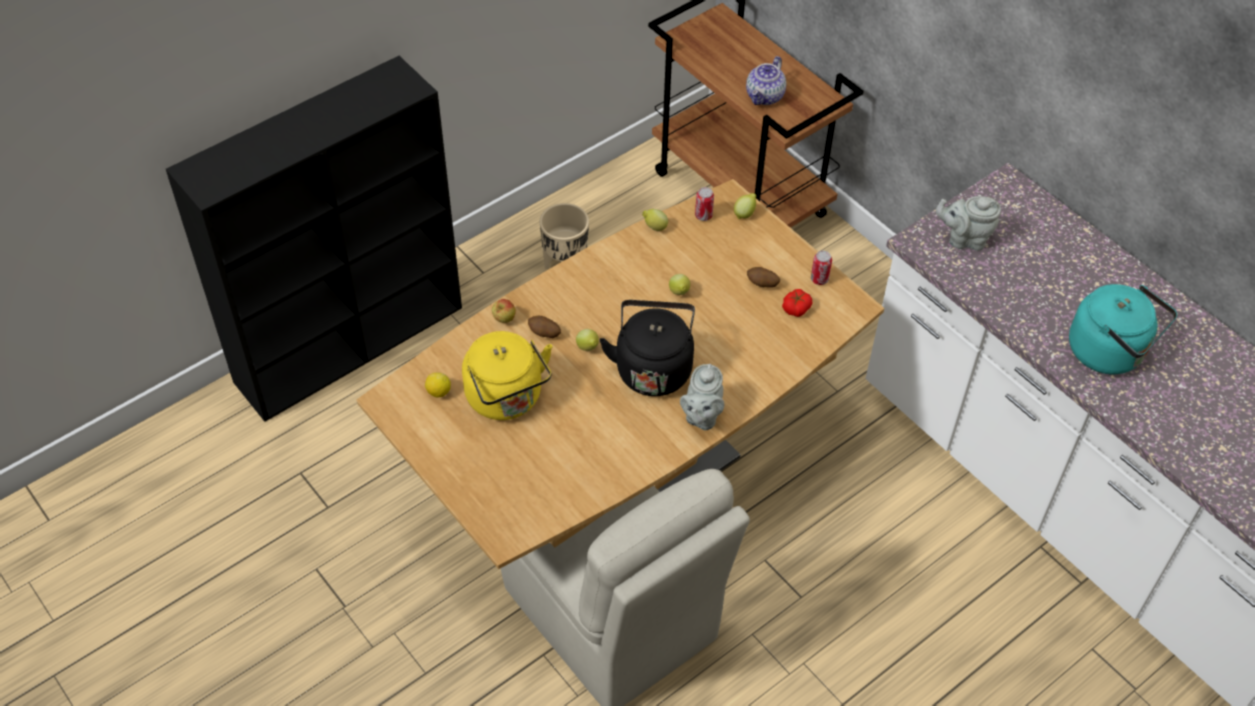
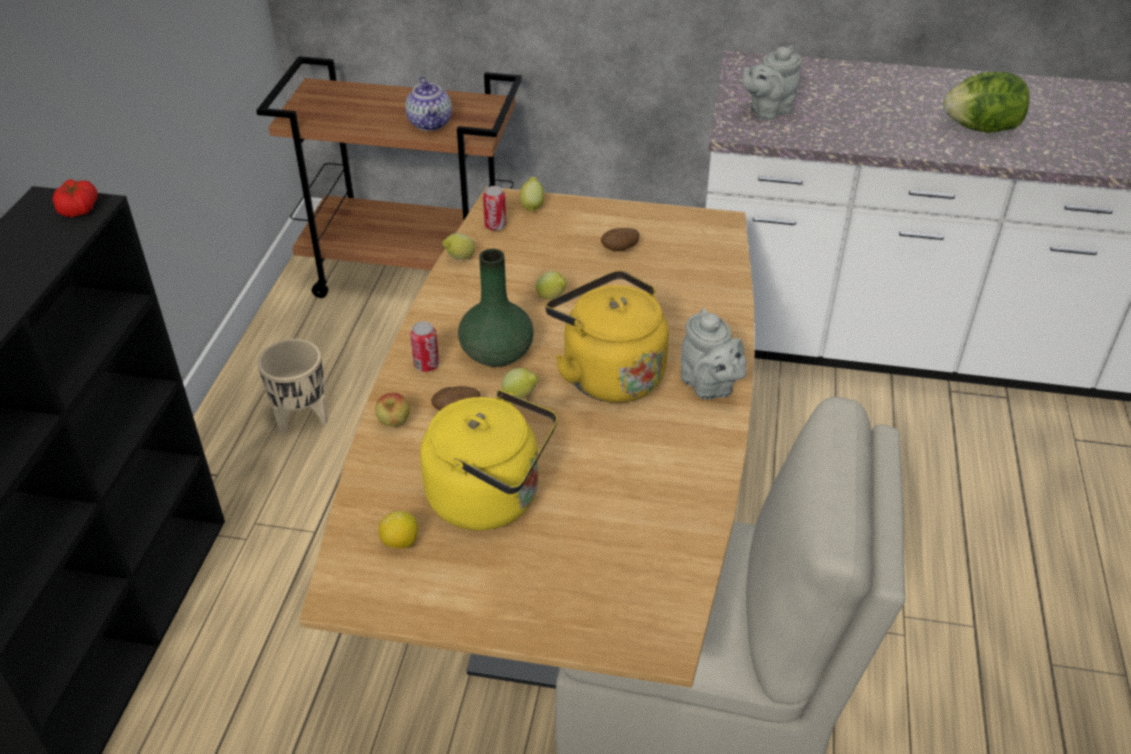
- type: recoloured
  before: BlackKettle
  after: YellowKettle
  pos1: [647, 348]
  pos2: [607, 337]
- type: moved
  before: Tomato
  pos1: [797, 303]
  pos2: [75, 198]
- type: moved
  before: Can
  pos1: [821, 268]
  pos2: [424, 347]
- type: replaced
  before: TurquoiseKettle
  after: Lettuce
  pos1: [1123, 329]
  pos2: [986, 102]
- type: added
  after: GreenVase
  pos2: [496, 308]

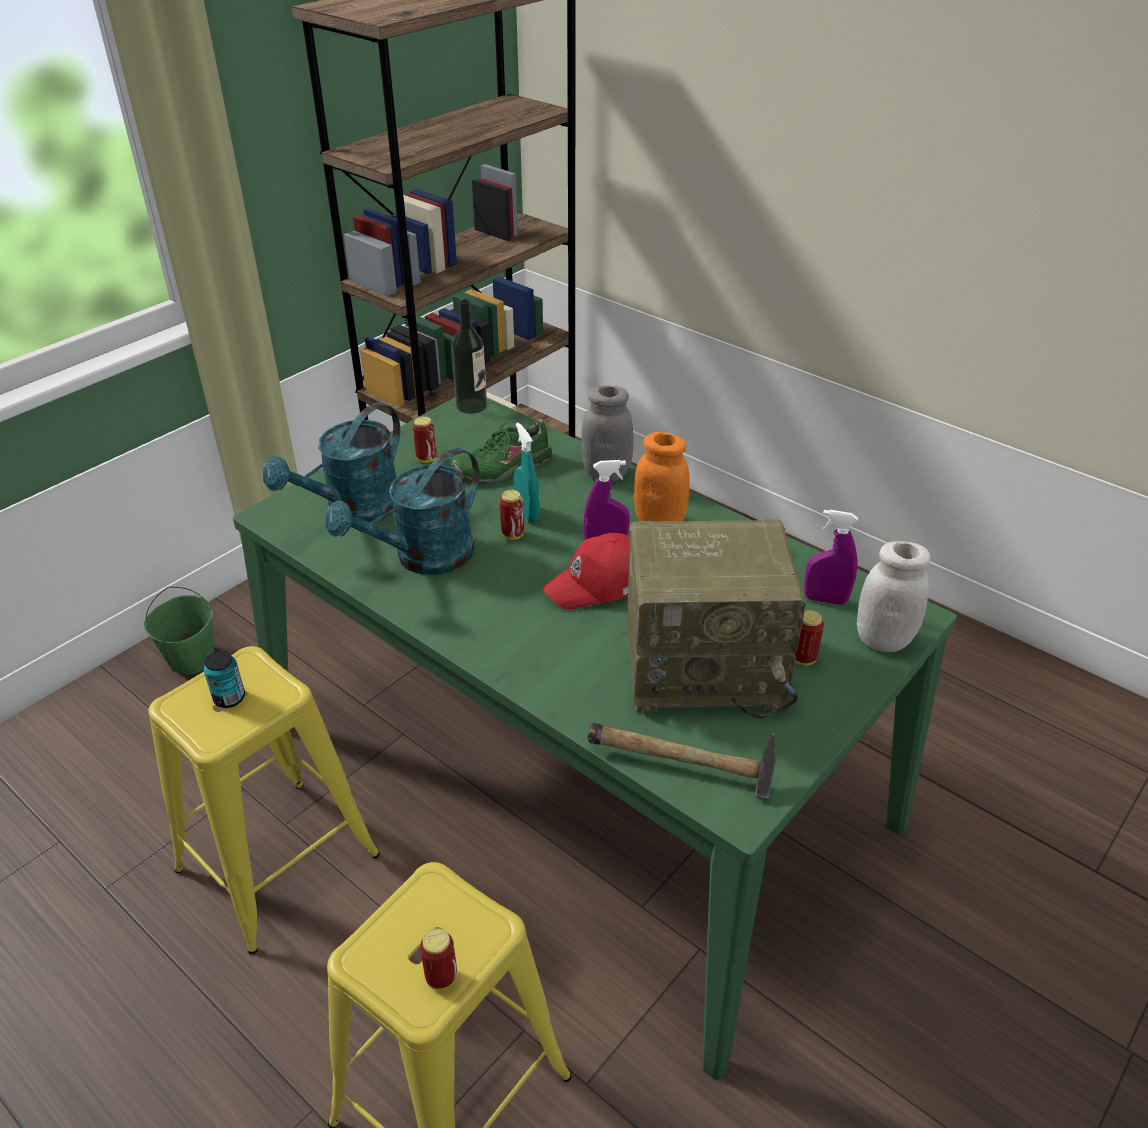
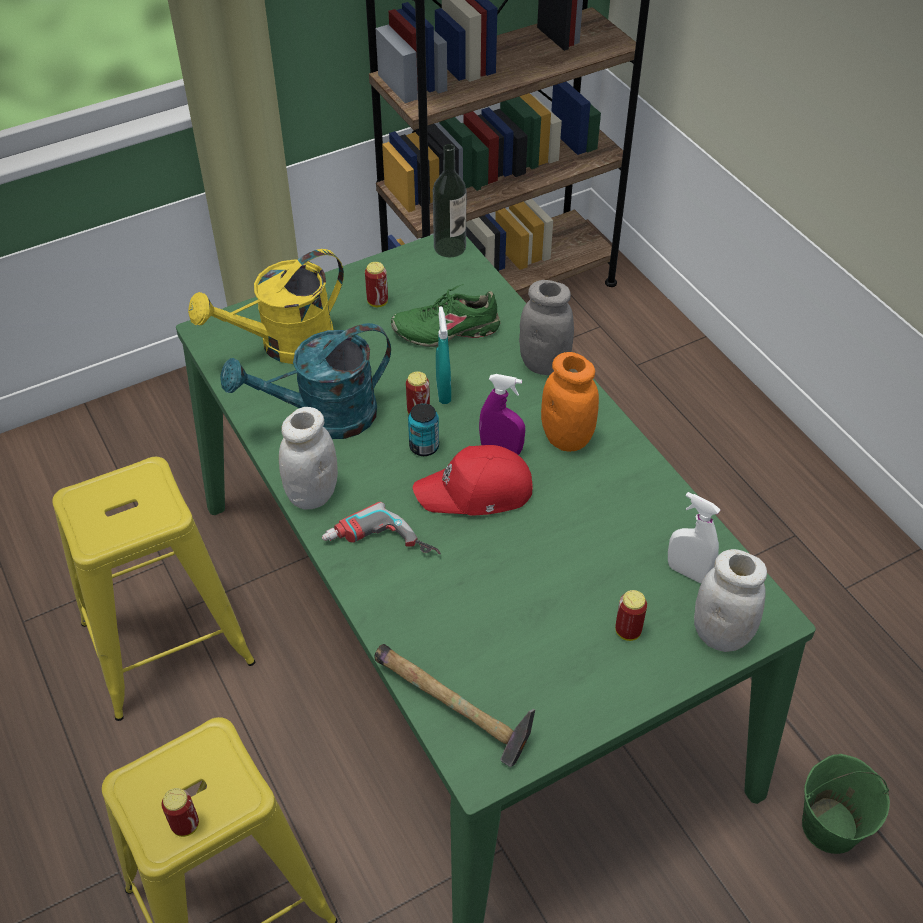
- type: moved
  before: GreenBucket
  pos1: [179, 630]
  pos2: [846, 804]
- type: moved
  before: Can
  pos1: [224, 679]
  pos2: [423, 429]
- type: recoloured
  before: TurquoiseWateringCan
  after: YellowWateringCan
  pos1: [331, 462]
  pos2: [266, 306]
- type: removed
  before: Radio
  pos1: [716, 618]
- type: recoloured
  before: PurpleSprayBottle
  after: WhiteSprayBottle
  pos1: [831, 557]
  pos2: [694, 537]
- type: added
  after: WhiteJar
  pos2: [308, 458]
- type: added
  after: PowerDrill
  pos2: [381, 528]

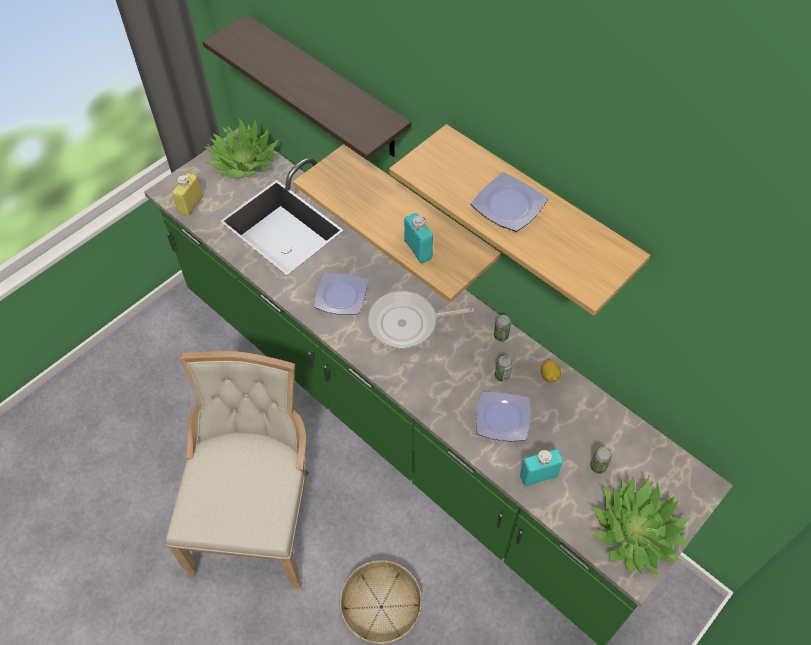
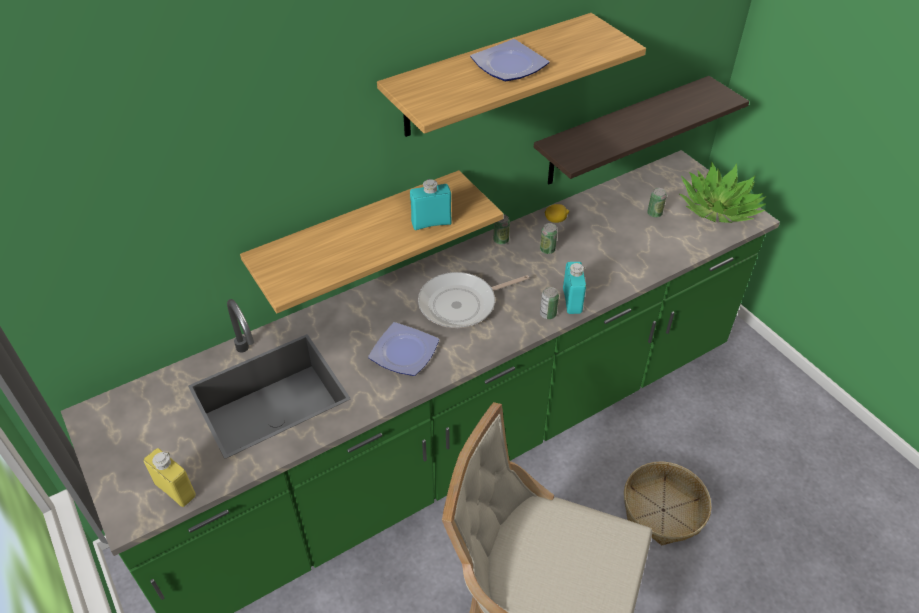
- type: moved
  before: Shelf
  pos1: [307, 87]
  pos2: [641, 130]
- type: removed
  before: PottedPlant
  pos1: [241, 148]
- type: turned
  before: FryingPan
  pos1: [420, 319]
  pos2: [473, 300]
  turn: 60
- type: removed
  before: Plate
  pos1: [503, 416]
- type: moved
  before: TurquoiseBottle
  pos1: [541, 468]
  pos2: [574, 288]
- type: added
  after: Can
  pos2: [549, 303]

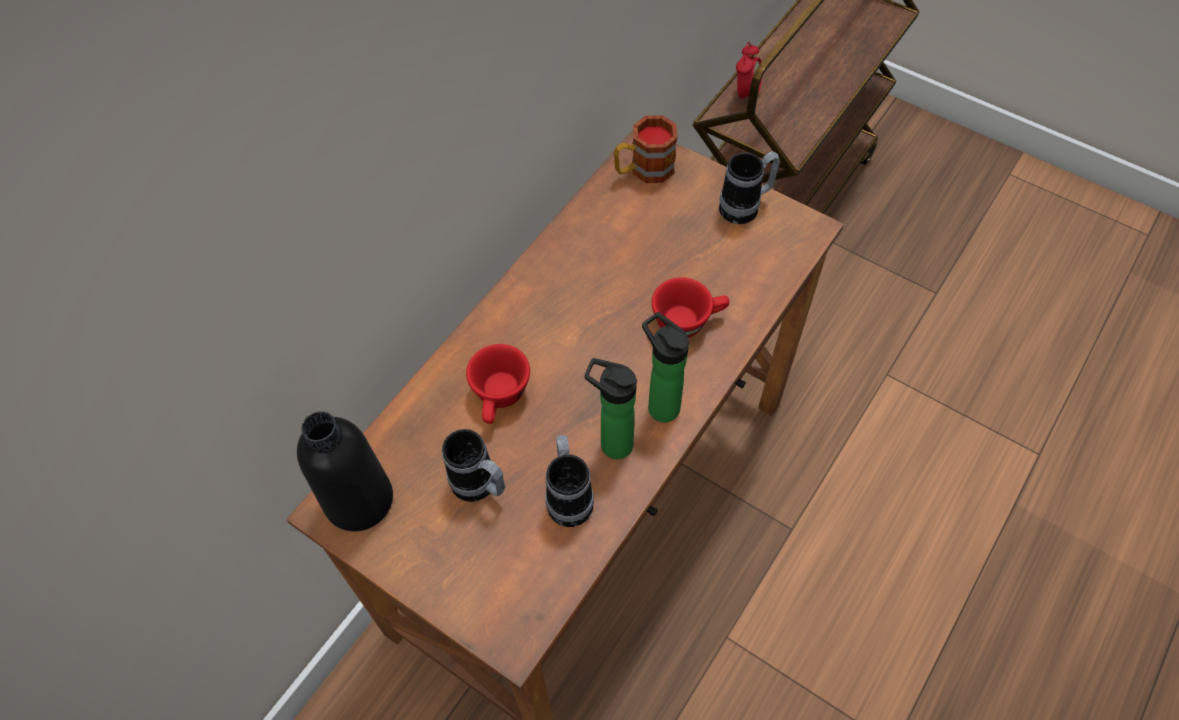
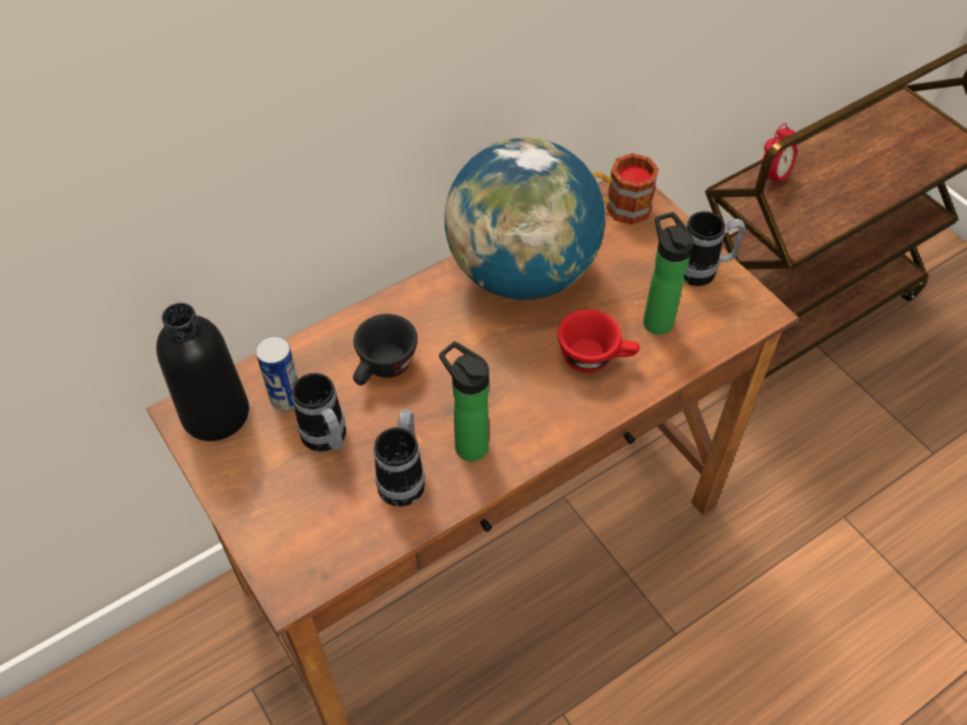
- type: recoloured
  before: RedCup
  after: BlackCup
  pos1: [498, 384]
  pos2: [385, 349]
- type: moved
  before: Bottle
  pos1: [665, 367]
  pos2: [668, 273]
- type: added
  after: Can
  pos2: [277, 373]
- type: added
  after: Globe
  pos2: [524, 218]

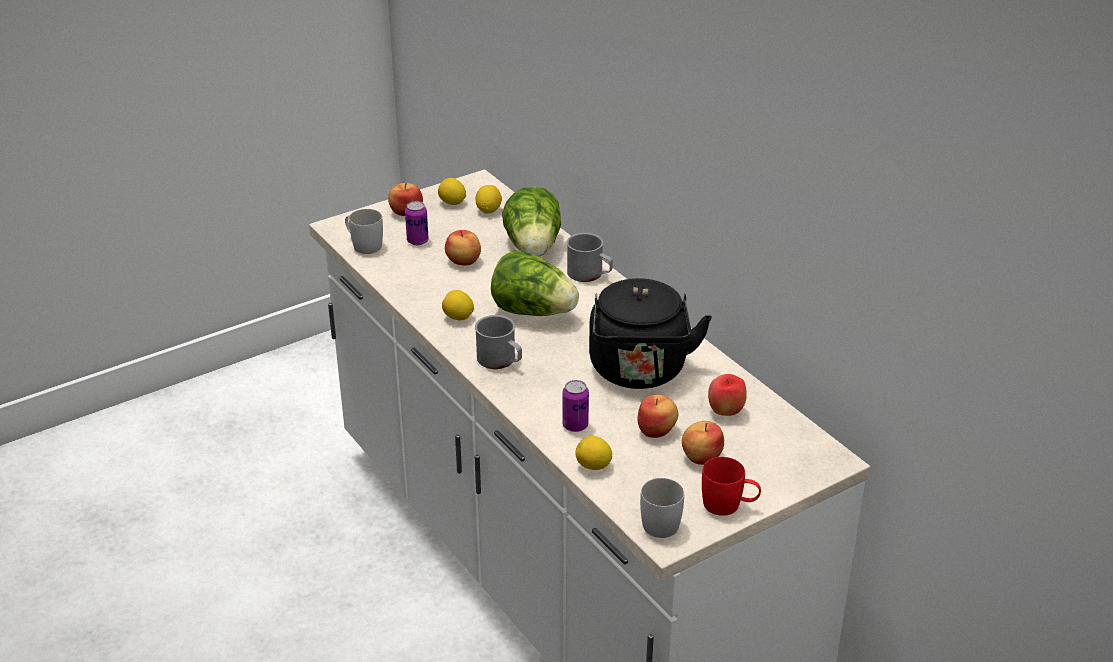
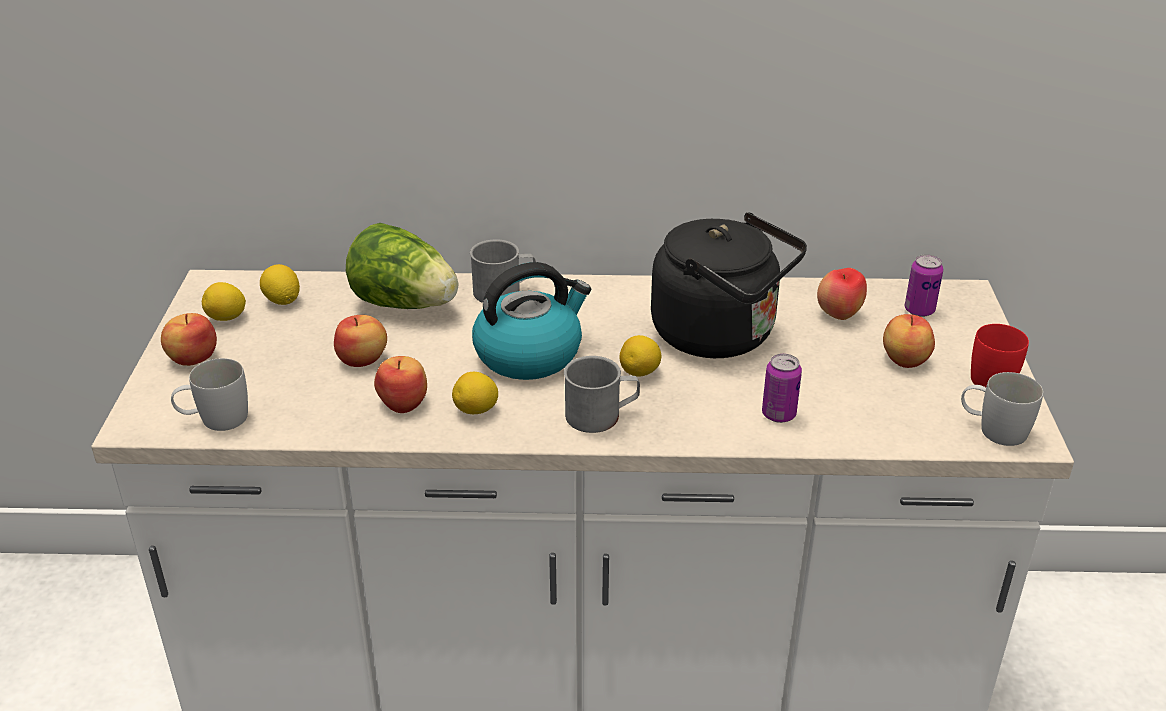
- type: moved
  before: Can
  pos1: [417, 223]
  pos2: [924, 285]
- type: replaced
  before: Lettuce
  after: Kettle
  pos1: [535, 283]
  pos2: [531, 321]
- type: moved
  before: Lemon
  pos1: [593, 453]
  pos2: [640, 356]
- type: moved
  before: Apple
  pos1: [657, 416]
  pos2: [400, 384]

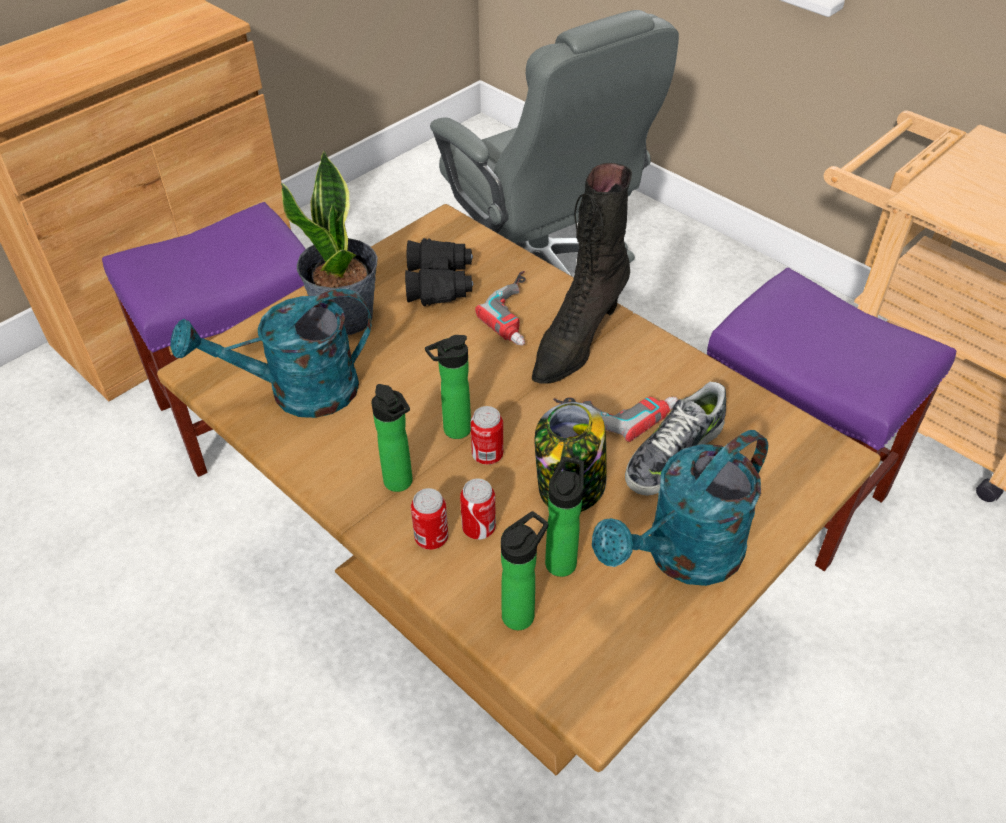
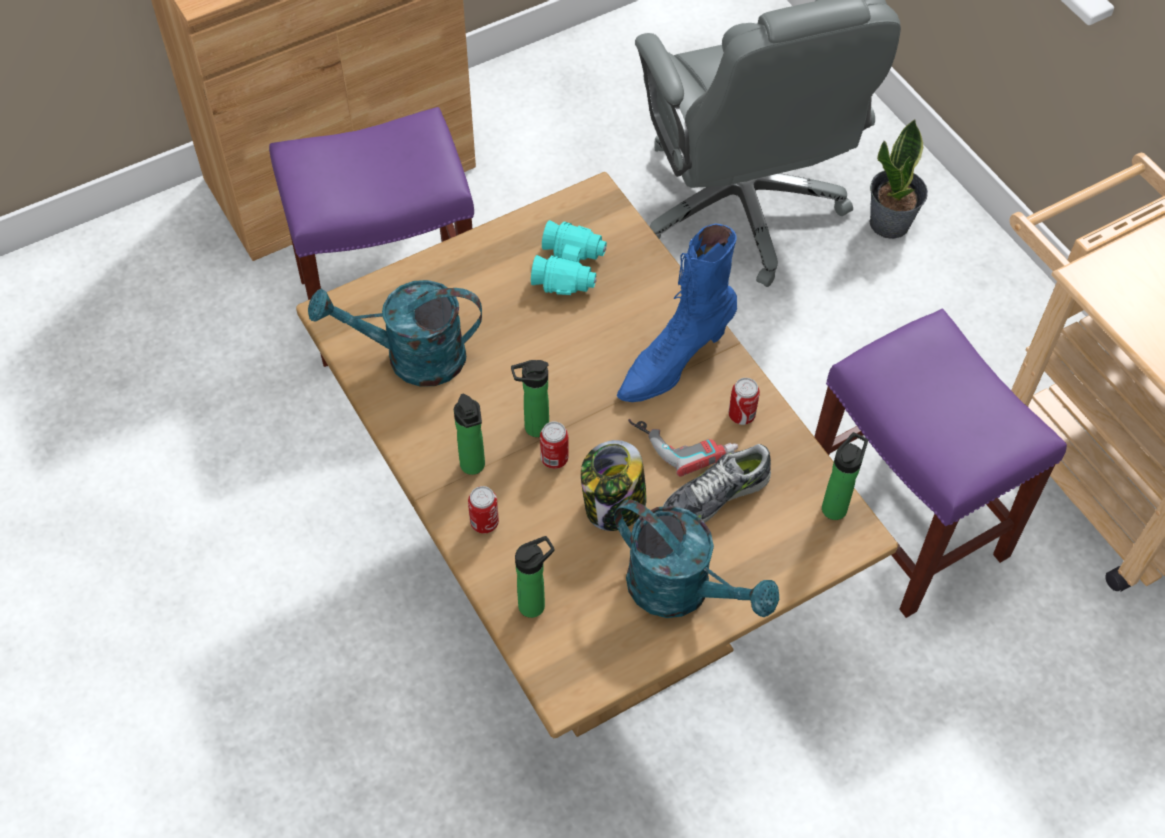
- type: moved
  before: PottedPlant
  pos1: [329, 242]
  pos2: [898, 179]
- type: recoloured
  before: BlackBinoculars
  after: TurquoiseBinoculars
  pos1: [439, 272]
  pos2: [569, 257]
- type: moved
  before: Can
  pos1: [478, 509]
  pos2: [744, 401]
- type: removed
  before: PowerDrill
  pos1: [500, 308]
- type: recoloured
  before: BlackBoot
  after: BlueBoot
  pos1: [582, 273]
  pos2: [677, 313]
- type: moved
  before: Bottle
  pos1: [564, 517]
  pos2: [845, 476]
- type: turned
  before: TurquoiseWateringCan
  pos1: [680, 508]
  pos2: [696, 558]
  turn: -120

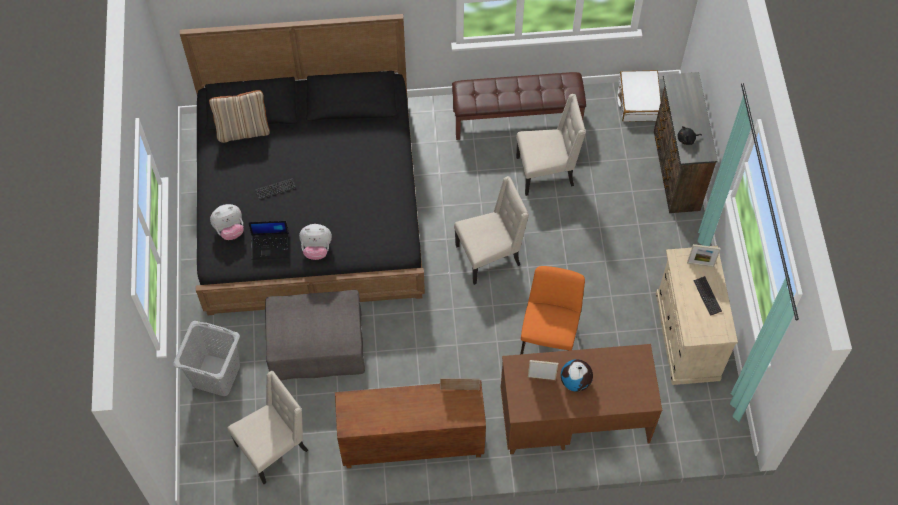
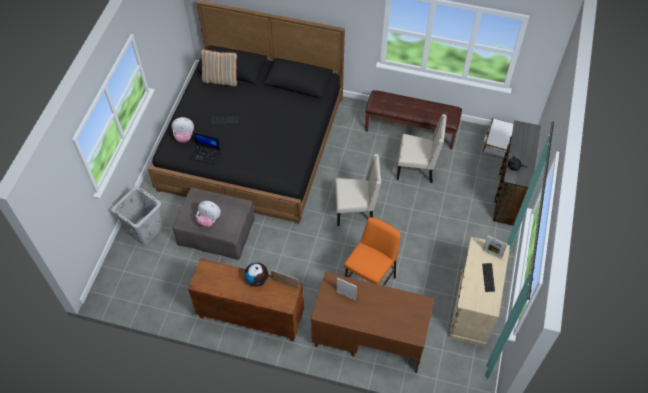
- type: removed
  before: BeigeChair
  pos1: [267, 427]
- type: moved
  before: PlushToy
  pos1: [315, 242]
  pos2: [208, 214]
- type: moved
  before: Globe
  pos1: [577, 375]
  pos2: [256, 274]

